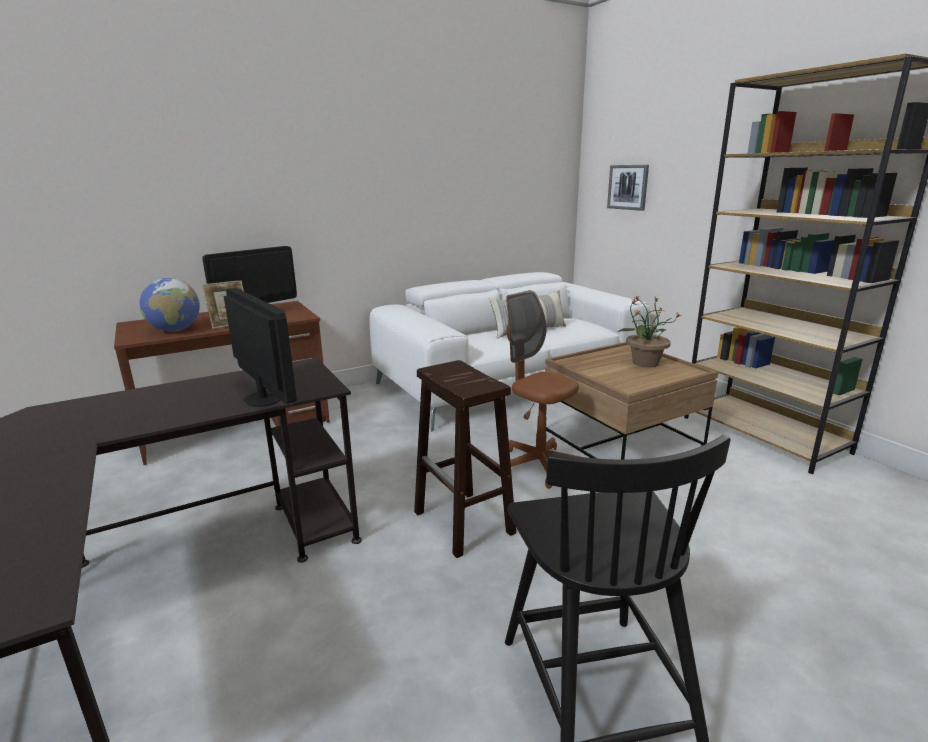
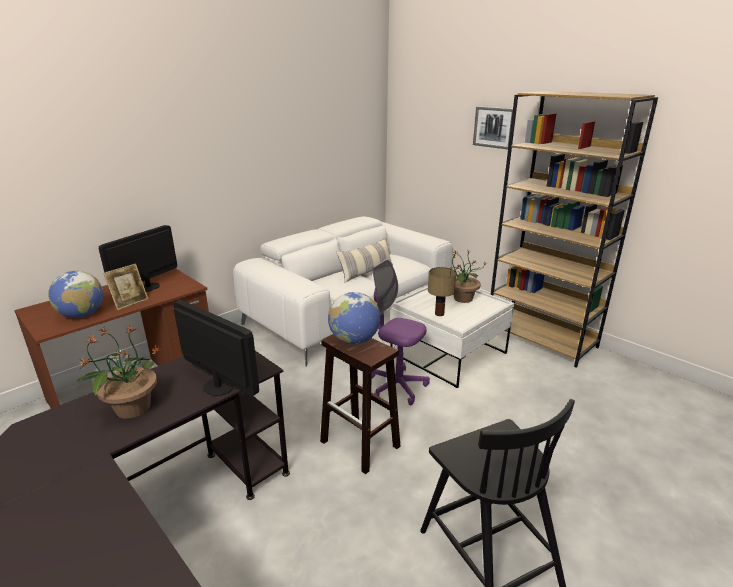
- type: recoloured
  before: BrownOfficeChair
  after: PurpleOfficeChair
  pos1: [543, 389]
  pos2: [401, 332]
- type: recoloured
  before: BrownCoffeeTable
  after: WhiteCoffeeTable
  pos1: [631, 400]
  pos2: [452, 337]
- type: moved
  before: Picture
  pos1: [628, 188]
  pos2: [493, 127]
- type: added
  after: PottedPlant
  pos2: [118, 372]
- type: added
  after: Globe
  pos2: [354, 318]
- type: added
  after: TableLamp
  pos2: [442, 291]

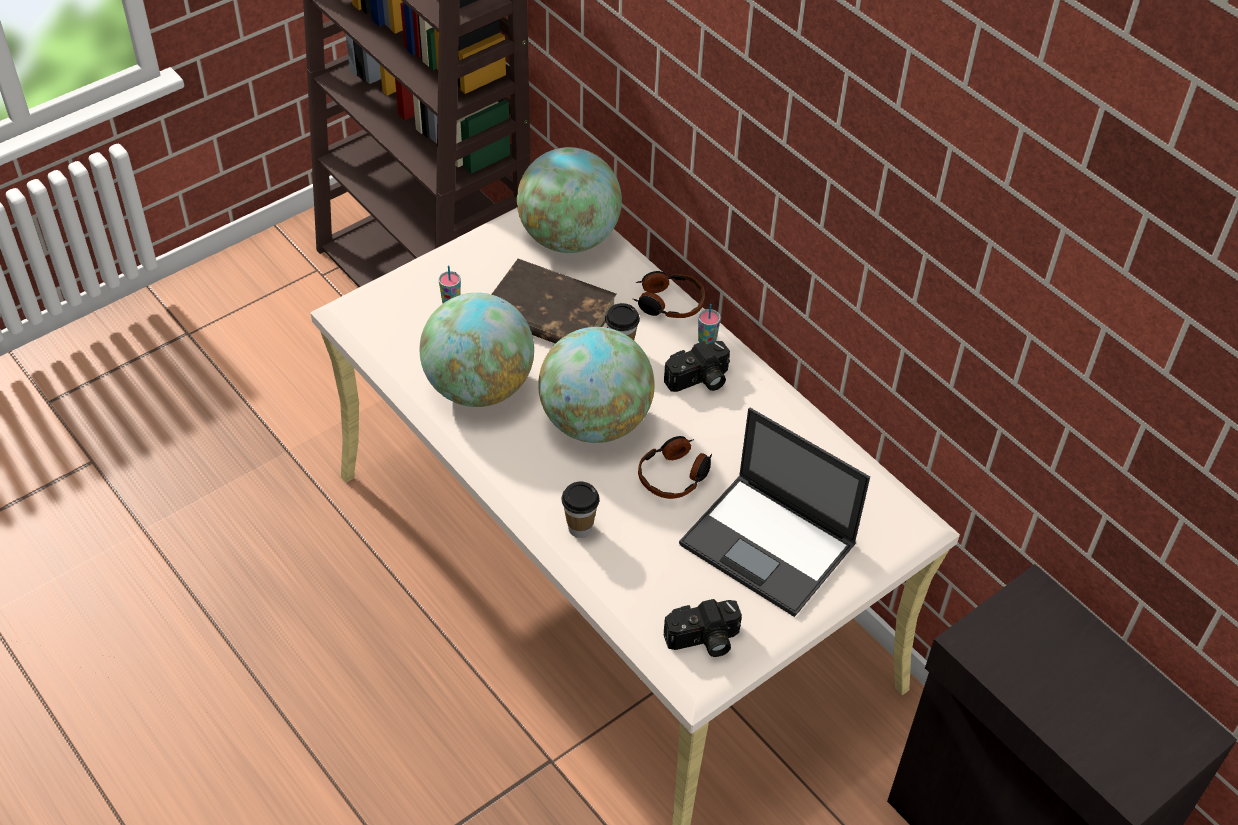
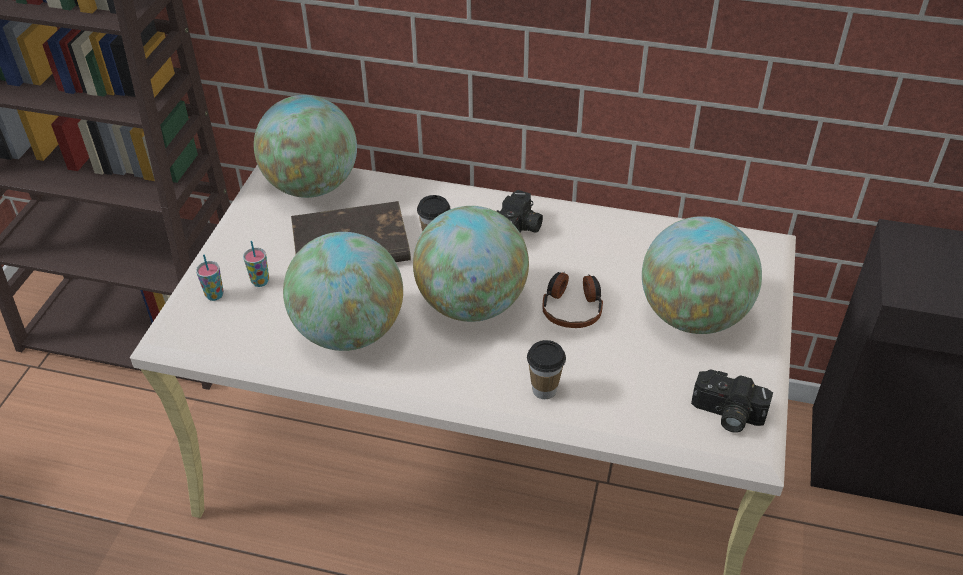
- type: removed
  before: Headphones
  pos1: [669, 294]
- type: turned
  before: PhotoCamera
  pos1: [703, 628]
  pos2: [732, 401]
  turn: 75
- type: replaced
  before: Laptop
  after: Globe
  pos1: [774, 512]
  pos2: [702, 275]
- type: moved
  before: Cup
  pos1: [709, 324]
  pos2: [210, 278]

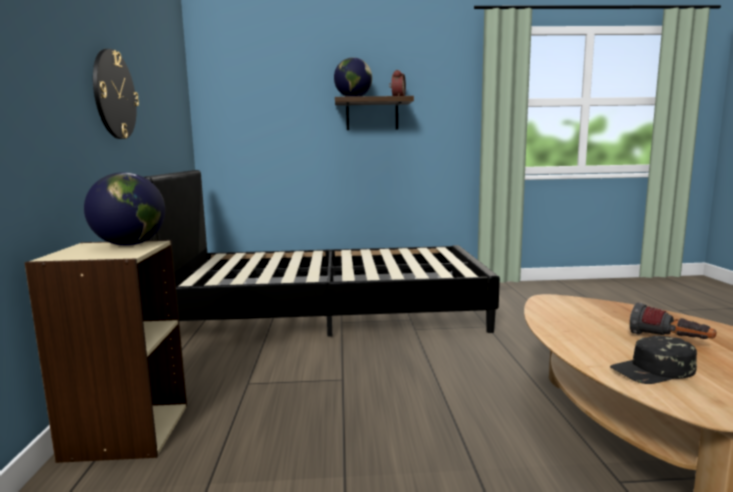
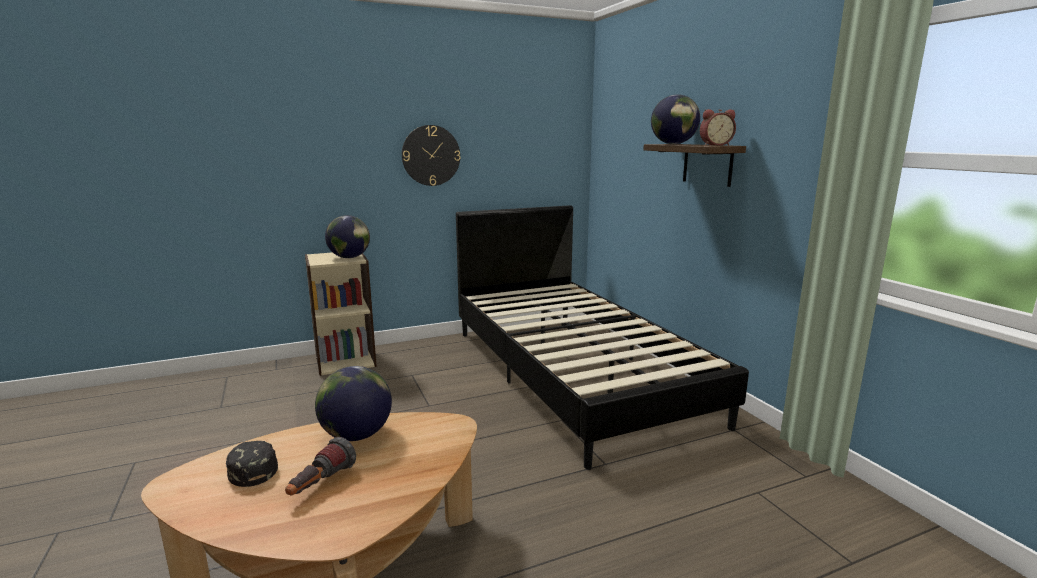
- type: added
  after: Globe
  pos2: [353, 403]

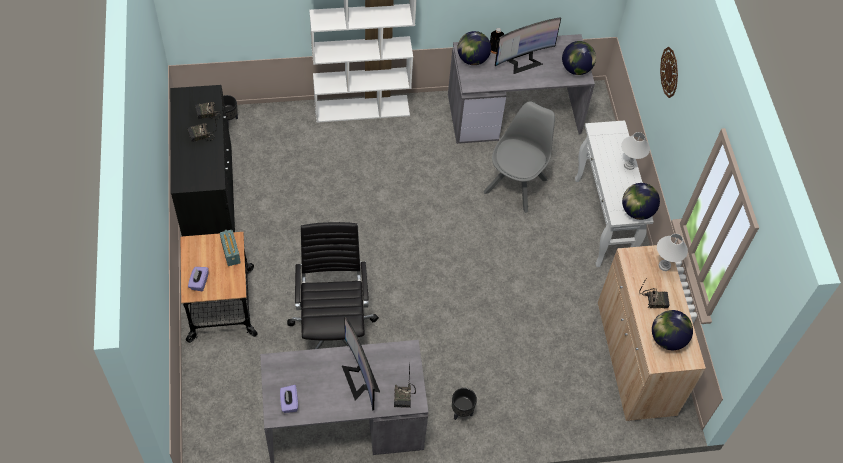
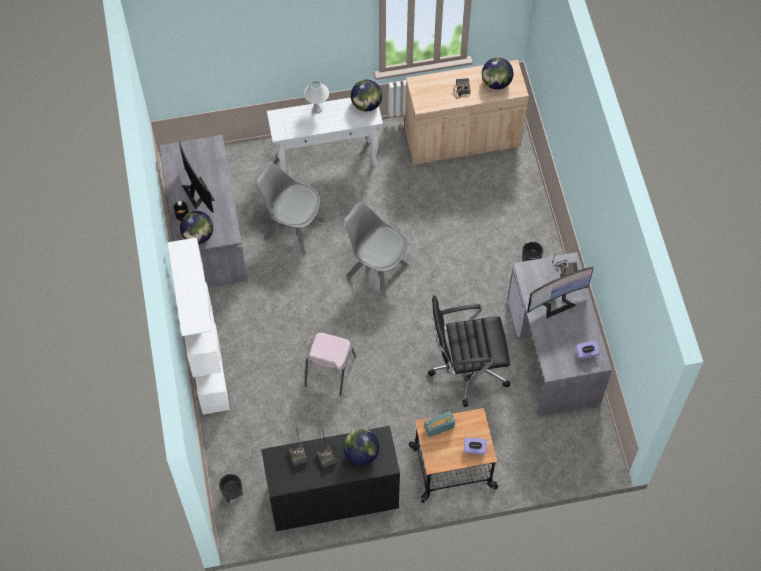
- type: moved
  before: Globe
  pos1: [579, 58]
  pos2: [361, 447]
- type: removed
  before: WhiteTableLamp
  pos1: [672, 252]
- type: removed
  before: WallClock
  pos1: [669, 72]
- type: added
  after: PinkChair
  pos2: [330, 364]
- type: added
  after: GreyChair
  pos2: [377, 250]

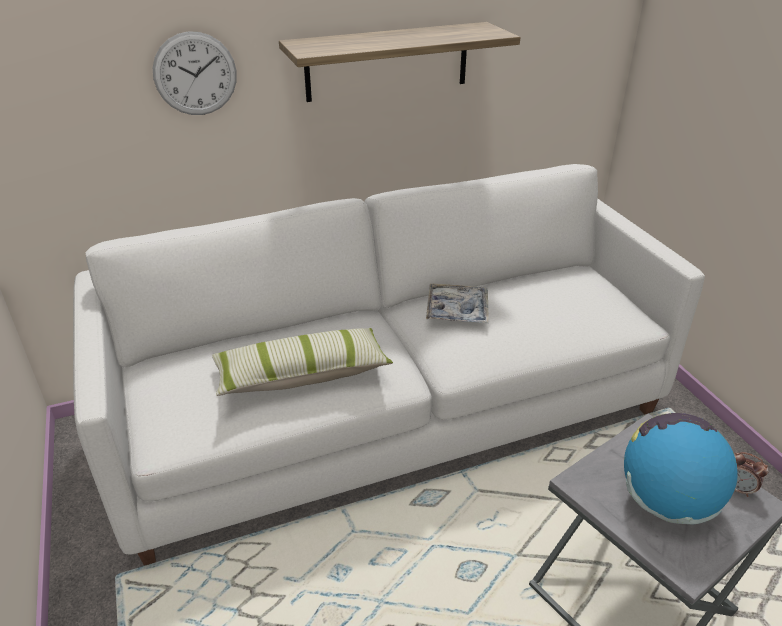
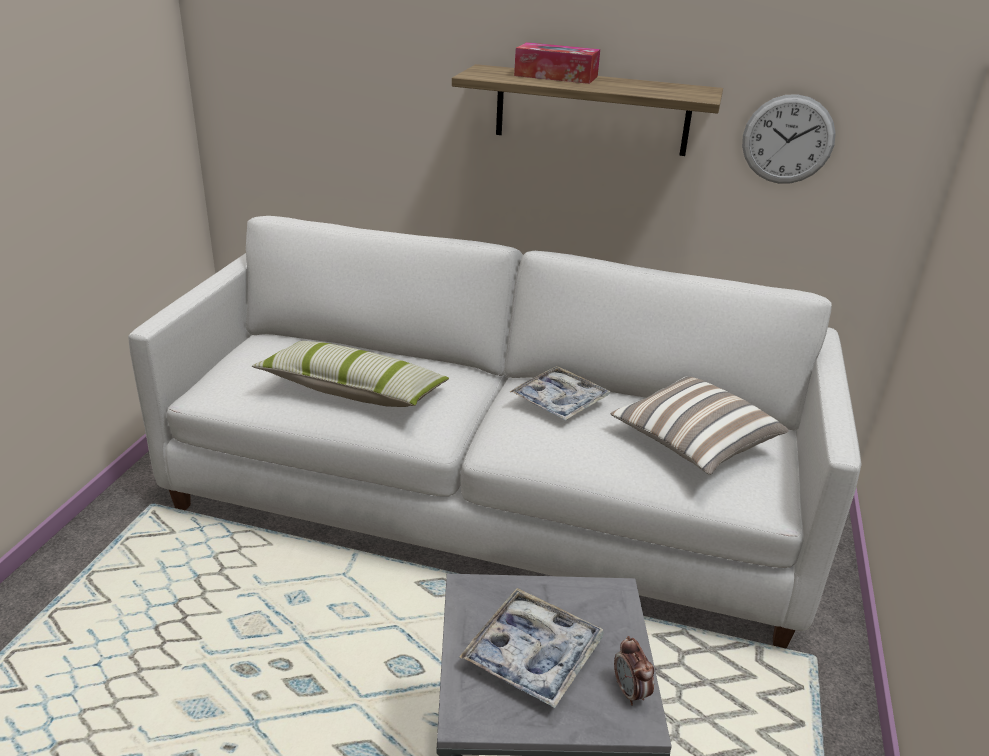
- type: moved
  before: WallClock
  pos1: [195, 73]
  pos2: [789, 139]
- type: replaced
  before: Globe
  after: Tray
  pos1: [681, 469]
  pos2: [531, 648]
- type: added
  after: TissueBox
  pos2: [557, 63]
- type: added
  after: Pillow
  pos2: [700, 425]

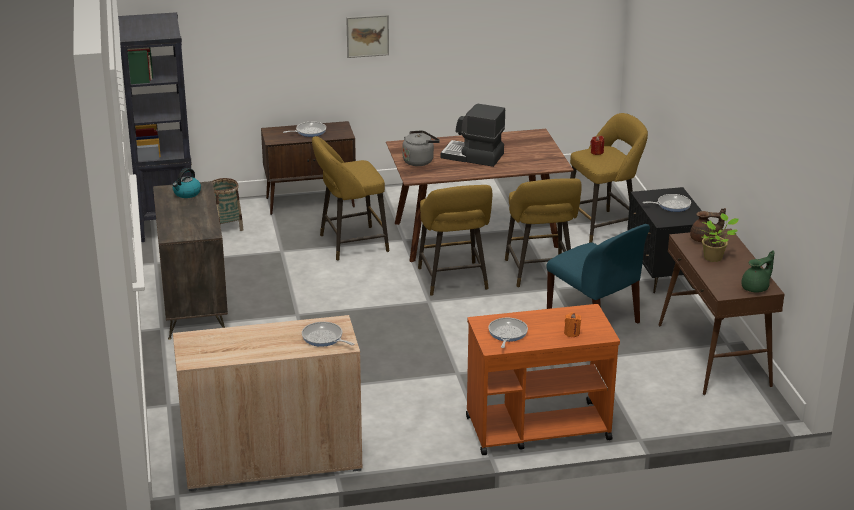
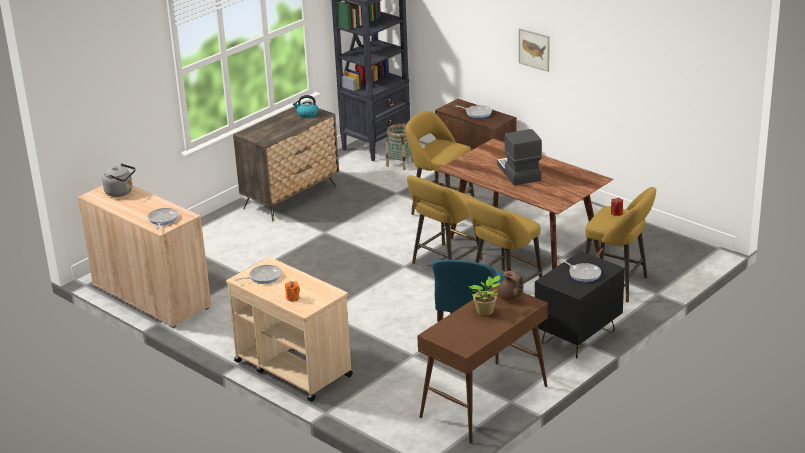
- type: moved
  before: GreyKettle
  pos1: [421, 148]
  pos2: [119, 180]
- type: recoloured
  before: OrangeCart
  after: BeigeCart
  pos1: [543, 379]
  pos2: [289, 329]
- type: removed
  before: GreenTeapot
  pos1: [757, 271]

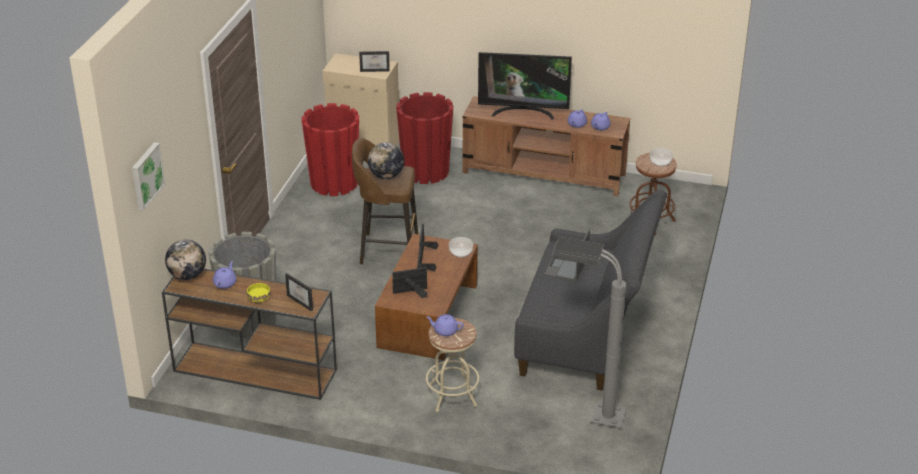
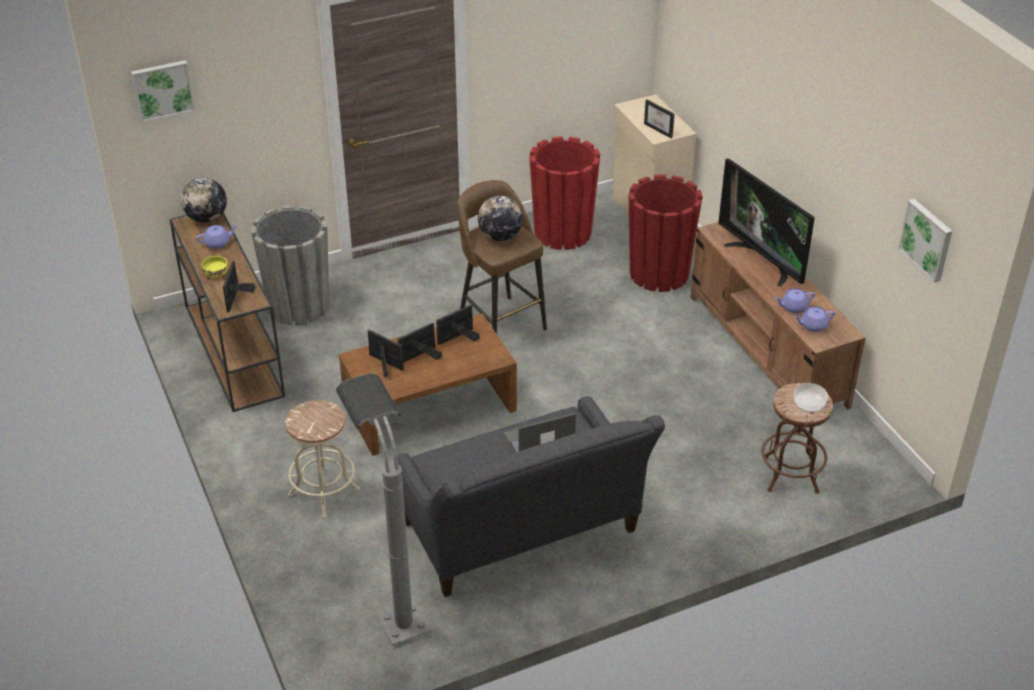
- type: removed
  before: PurpleTeapot
  pos1: [445, 325]
- type: removed
  before: Bowl
  pos1: [461, 247]
- type: added
  after: Picture
  pos2: [925, 241]

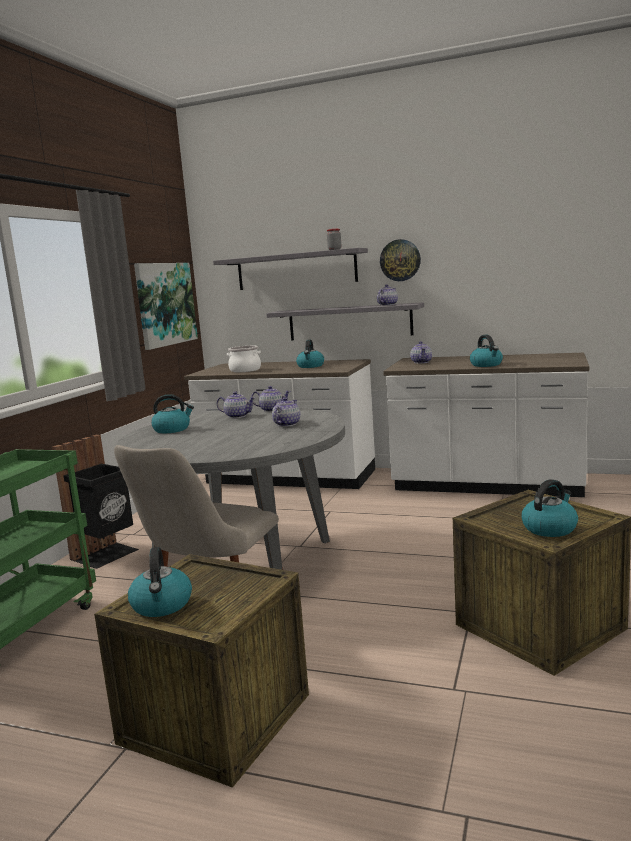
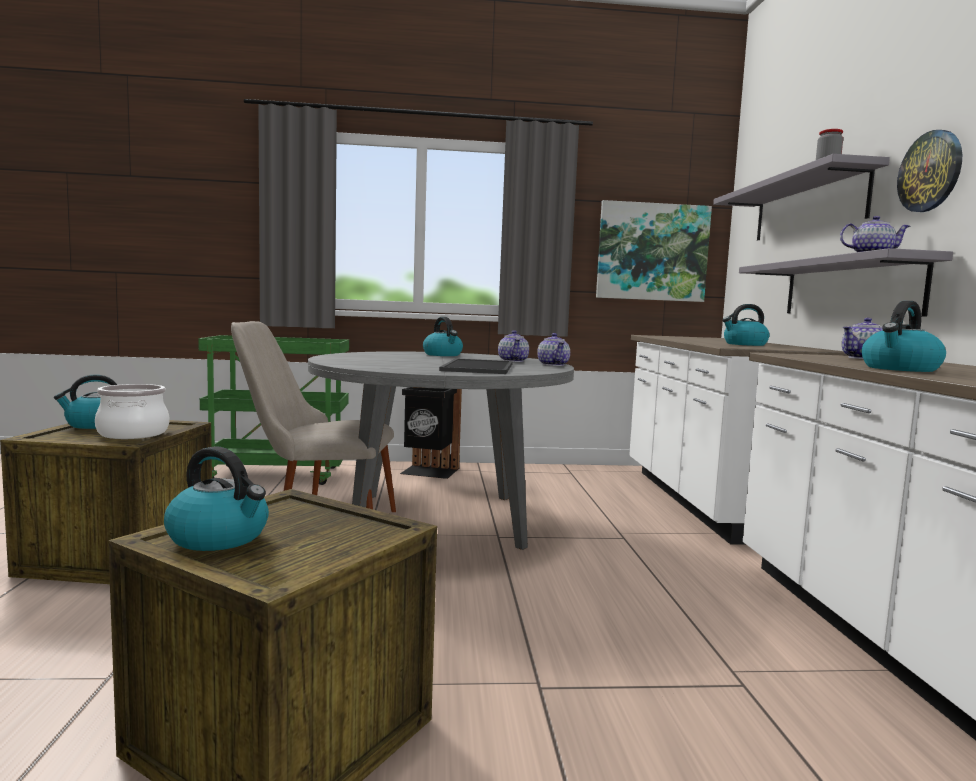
- type: moved
  before: CookingPot
  pos1: [244, 359]
  pos2: [132, 411]
- type: replaced
  before: Teapot
  after: Tray
  pos1: [286, 412]
  pos2: [476, 366]

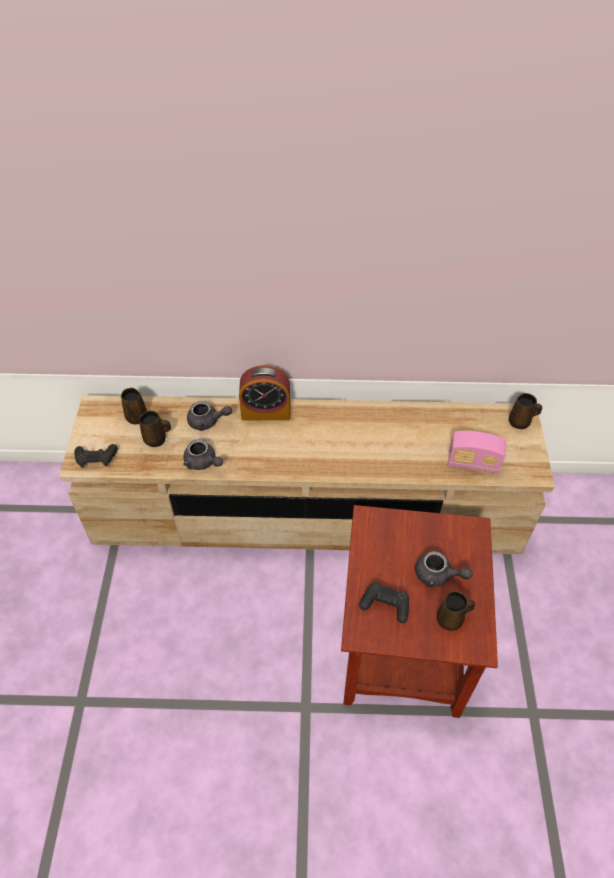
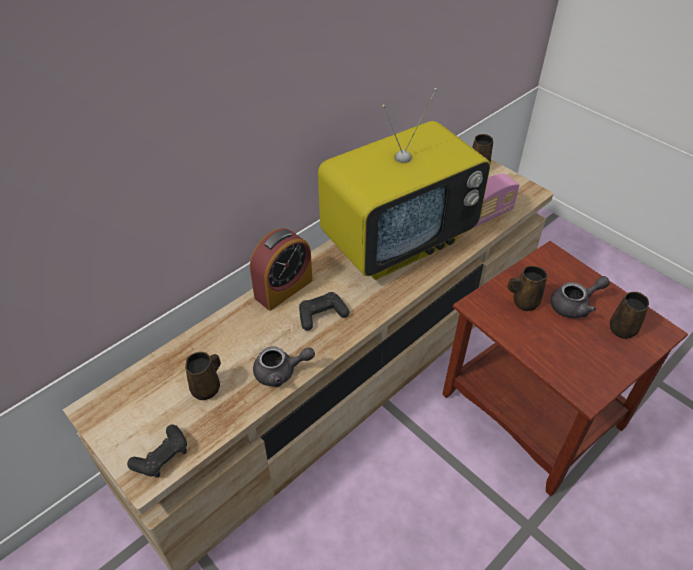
- type: moved
  before: BrownMug
  pos1: [134, 406]
  pos2: [527, 288]
- type: removed
  before: GreyTeapot
  pos1: [209, 416]
- type: moved
  before: BlackGameController
  pos1: [384, 603]
  pos2: [324, 311]
- type: added
  after: Television
  pos2: [404, 184]

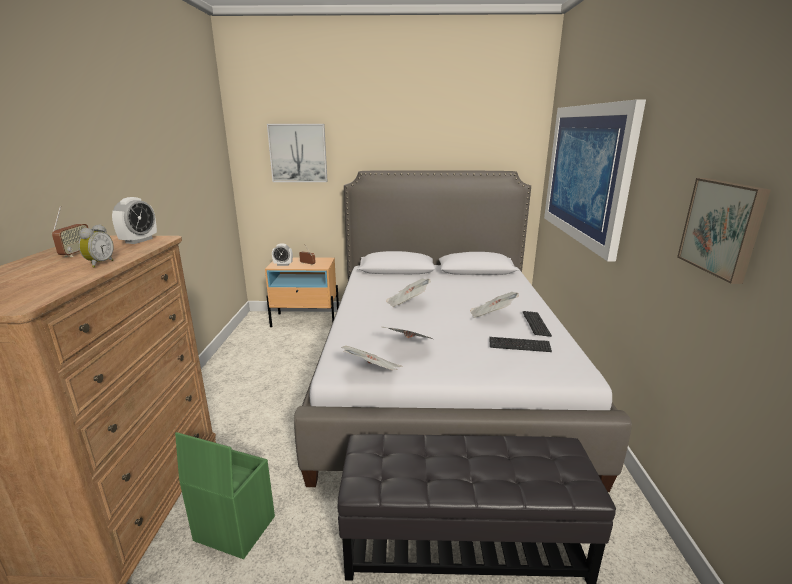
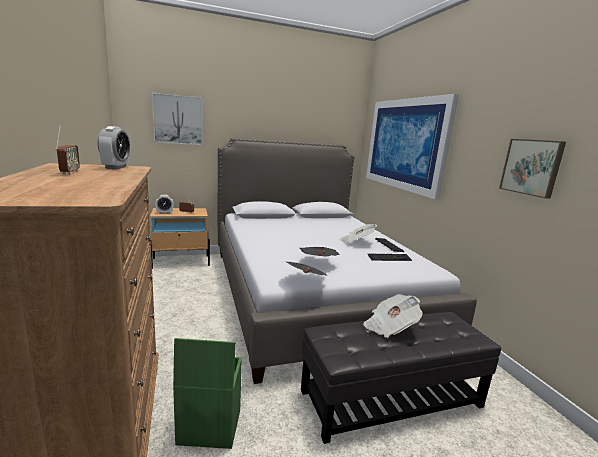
- type: removed
  before: AlarmClock
  pos1: [96, 246]
- type: moved
  before: Newspaper
  pos1: [408, 292]
  pos2: [393, 316]

